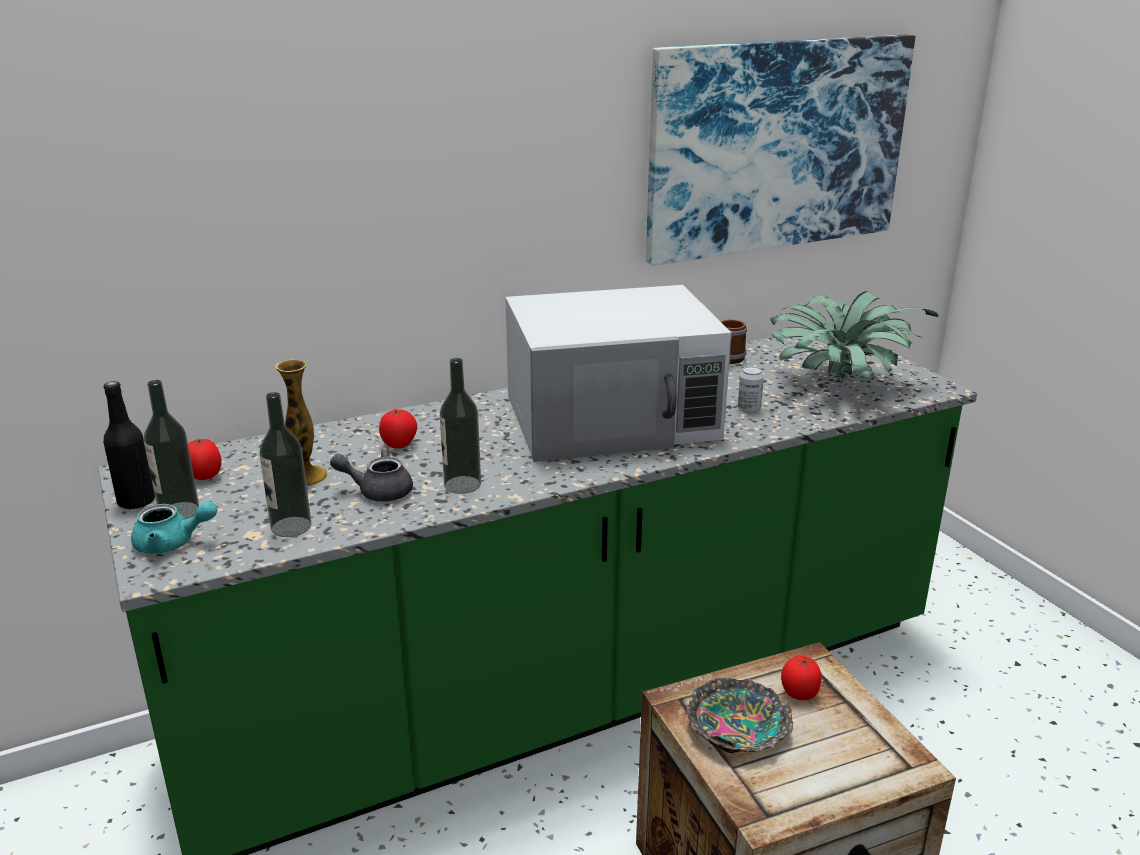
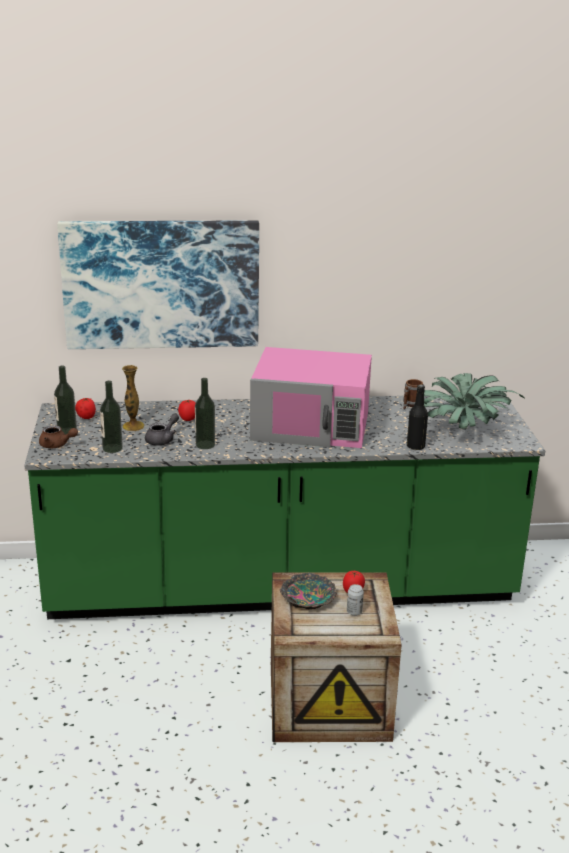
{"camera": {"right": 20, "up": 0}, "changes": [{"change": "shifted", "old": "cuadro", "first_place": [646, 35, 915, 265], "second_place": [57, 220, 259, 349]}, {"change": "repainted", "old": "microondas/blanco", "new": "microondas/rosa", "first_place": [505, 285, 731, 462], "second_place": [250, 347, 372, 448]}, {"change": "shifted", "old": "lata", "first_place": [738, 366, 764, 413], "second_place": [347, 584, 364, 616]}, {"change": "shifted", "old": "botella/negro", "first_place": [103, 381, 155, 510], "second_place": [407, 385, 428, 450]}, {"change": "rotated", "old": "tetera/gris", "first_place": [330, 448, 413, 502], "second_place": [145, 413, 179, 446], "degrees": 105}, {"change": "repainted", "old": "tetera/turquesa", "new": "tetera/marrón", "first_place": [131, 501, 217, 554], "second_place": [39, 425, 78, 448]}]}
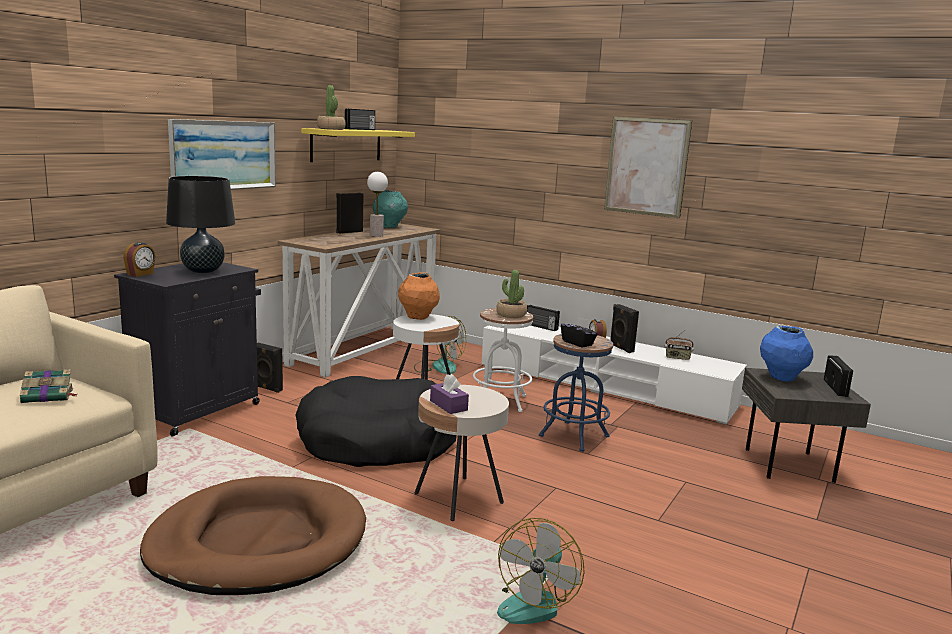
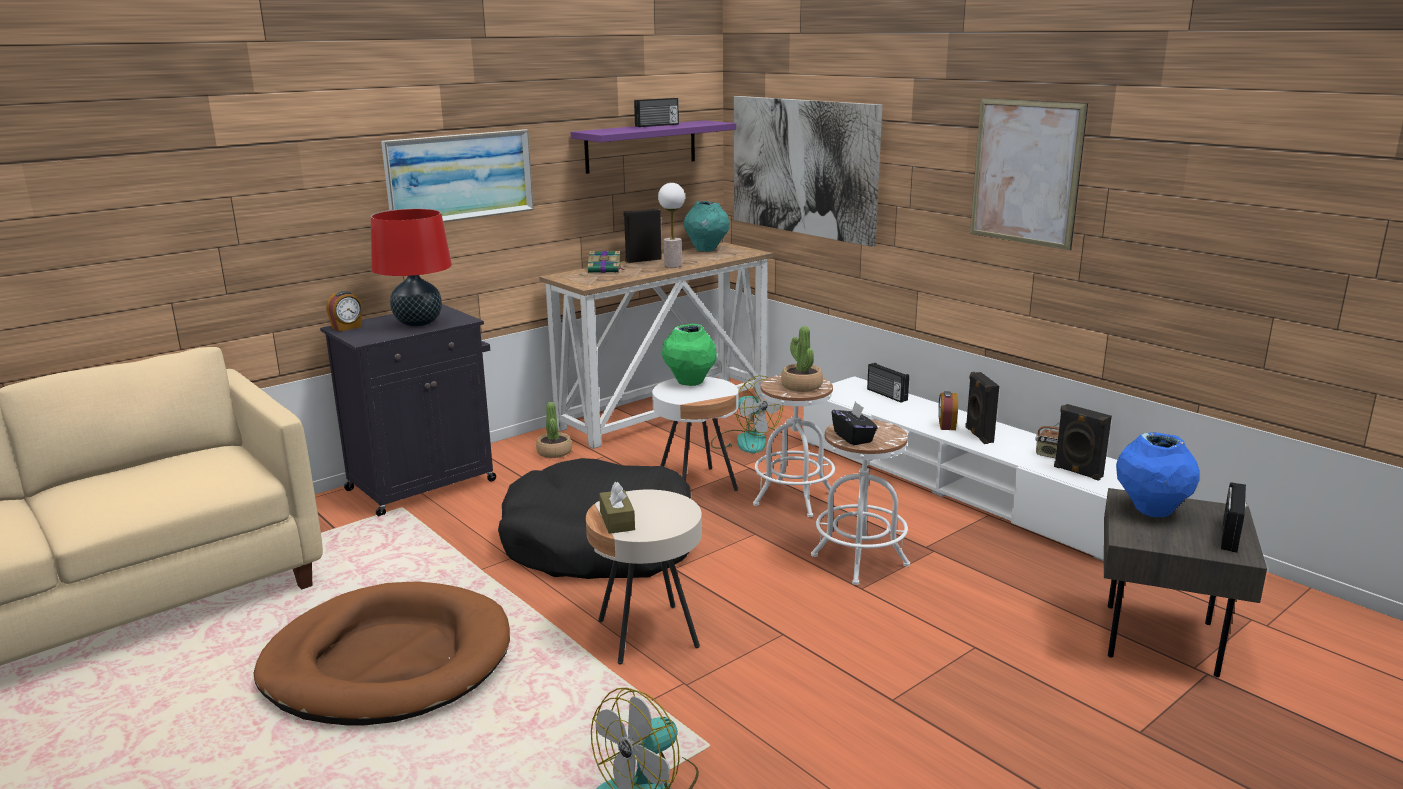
{"camera": {"right": 20, "up": 5}, "changes": [{"change": "shifted", "old": "planta en maceta", "first_place": [317, 85, 346, 130], "second_place": [536, 402, 572, 458]}, {"change": "repainted", "old": "estante/amarillo", "new": "estante/morado", "first_place": [301, 128, 415, 162], "second_place": [571, 120, 736, 174]}, {"change": "repainted", "old": "lámpara de mesa/negro", "new": "lámpara de mesa/rojo", "first_place": [166, 176, 235, 273], "second_place": [371, 209, 452, 327]}, {"change": "repainted", "old": "florero/naranja", "new": "florero/verde", "first_place": [398, 272, 440, 320], "second_place": [662, 324, 717, 386]}, {"change": "repainted", "old": "taburete/azul", "new": "taburete/blanco", "first_place": [539, 334, 613, 452], "second_place": [811, 420, 910, 585]}, {"change": "shifted", "old": "altavoz/negro", "first_place": [257, 343, 283, 393], "second_place": [1054, 404, 1112, 481]}, {"change": "shifted", "old": "libro", "first_place": [20, 369, 77, 403], "second_place": [588, 251, 624, 273]}, {"change": "repainted", "old": "caja de pañuelos/morado", "new": "caja de pañuelos/marrón", "first_place": [430, 374, 469, 414], "second_place": [599, 482, 635, 534]}, {"change": "new", "new": "cuadro", "second_place": [734, 96, 882, 247]}]}
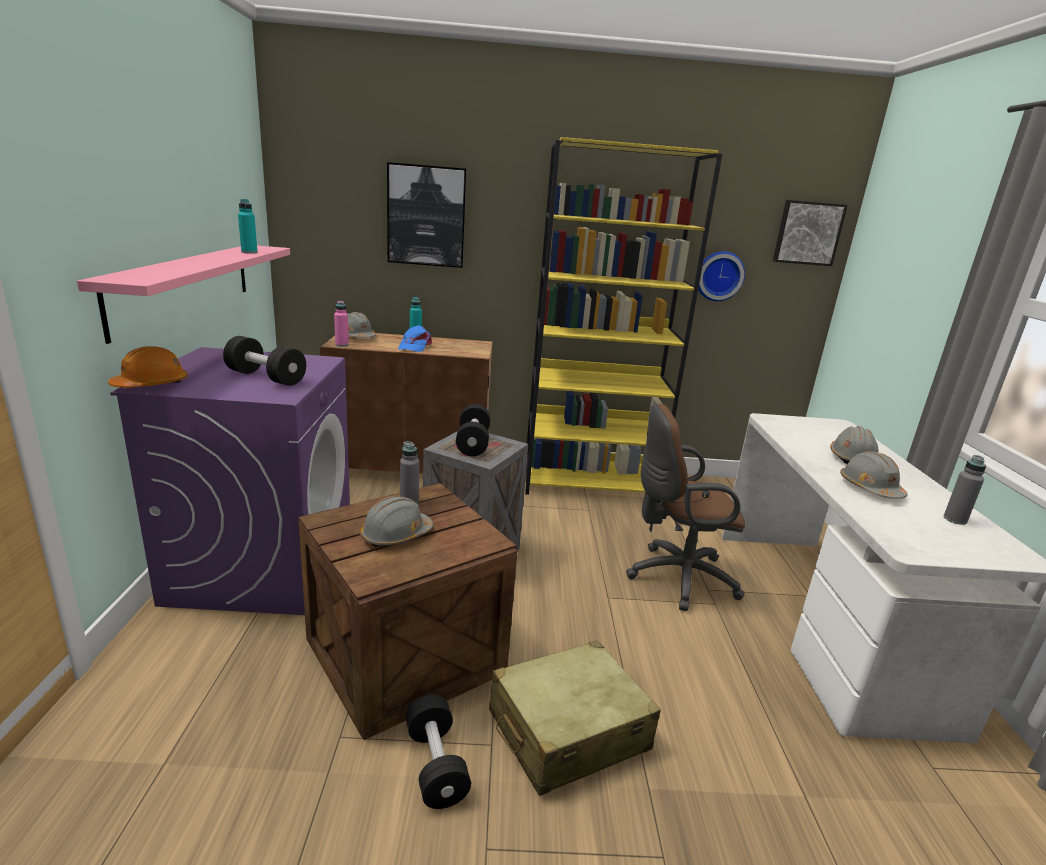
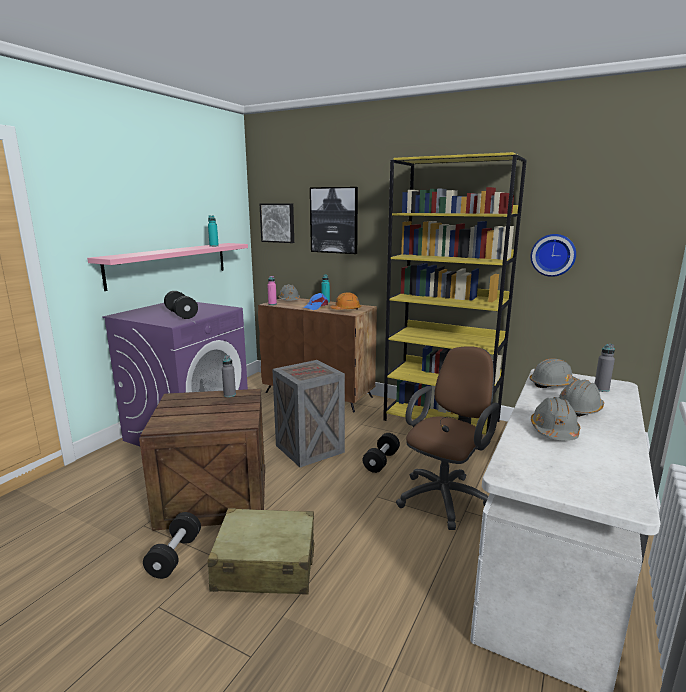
{"camera": {"right": 30, "up": -5}, "changes": [{"change": "shifted", "old": "cuadro", "first_place": [773, 200, 848, 266], "second_place": [260, 204, 294, 243]}, {"change": "shifted", "old": "casco/naranja", "first_place": [108, 346, 188, 388], "second_place": [330, 292, 361, 310]}, {"change": "shifted", "old": "mancuerna/negro", "first_place": [456, 404, 490, 456], "second_place": [363, 433, 400, 473]}, {"change": "rotated", "old": "silla de oficina/marrón", "first_place": [626, 404, 745, 611], "second_place": [396, 346, 500, 530], "degrees": 105}, {"change": "shifted", "old": "botella/gris", "first_place": [943, 455, 986, 525], "second_place": [595, 344, 615, 392]}, {"change": "shifted", "old": "casco/gris", "first_place": [360, 496, 433, 547], "second_place": [529, 358, 577, 388]}]}
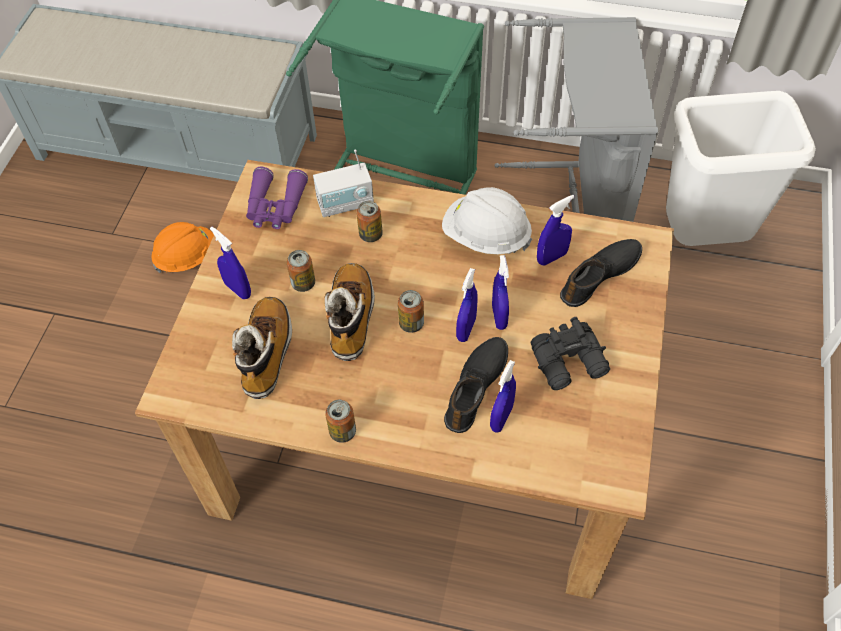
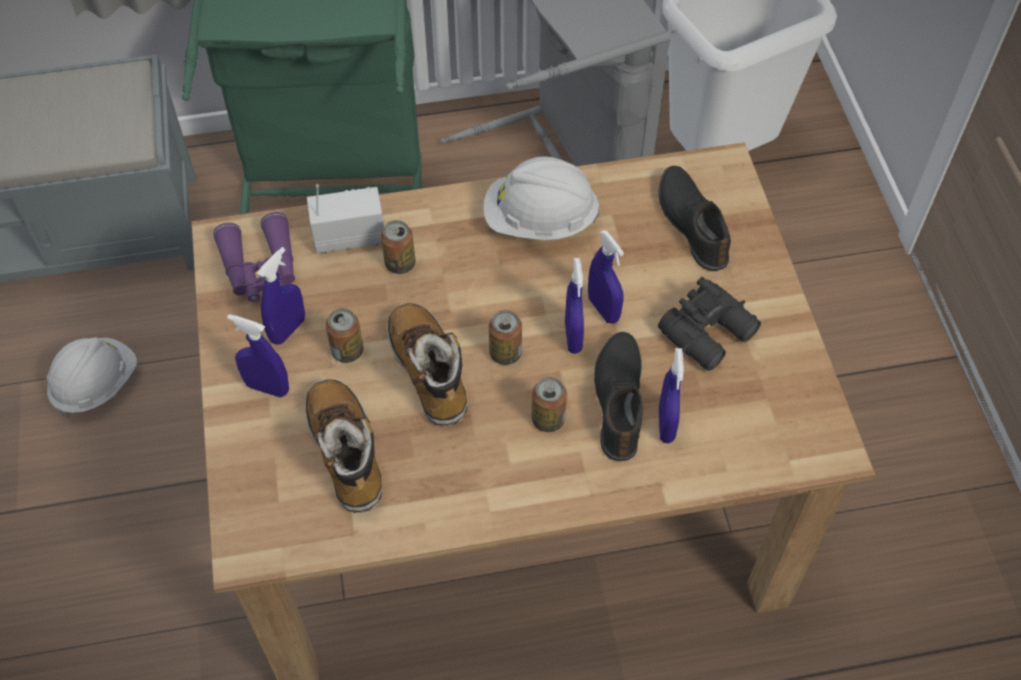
{"camera": {"right": -25, "up": 0}, "changes": [{"change": "rotated", "old": "radio", "first_place": [313, 150, 374, 217], "second_place": [307, 184, 384, 253], "degrees": -150}, {"change": "shifted", "old": "pulverizador/azul", "first_place": [537, 195, 575, 266], "second_place": [257, 247, 305, 345]}, {"change": "repainted", "old": "casco/naranja", "new": "casco/blanco", "first_place": [151, 222, 214, 273], "second_place": [47, 337, 137, 418]}, {"change": "rotated", "old": "zapato/negro", "first_place": [560, 239, 642, 307], "second_place": [659, 166, 731, 271], "degrees": -45}, {"change": "shifted", "old": "lata", "first_place": [325, 399, 356, 443], "second_place": [532, 377, 567, 432]}]}
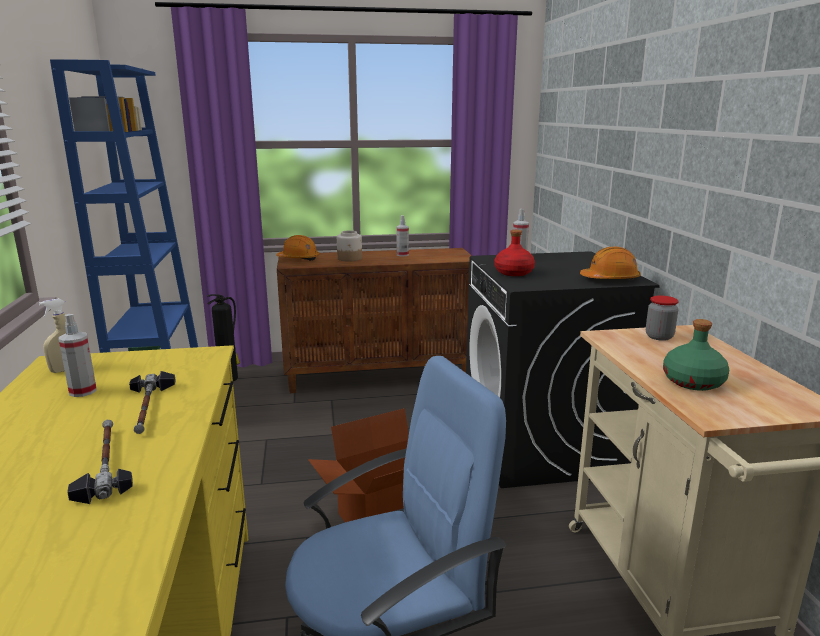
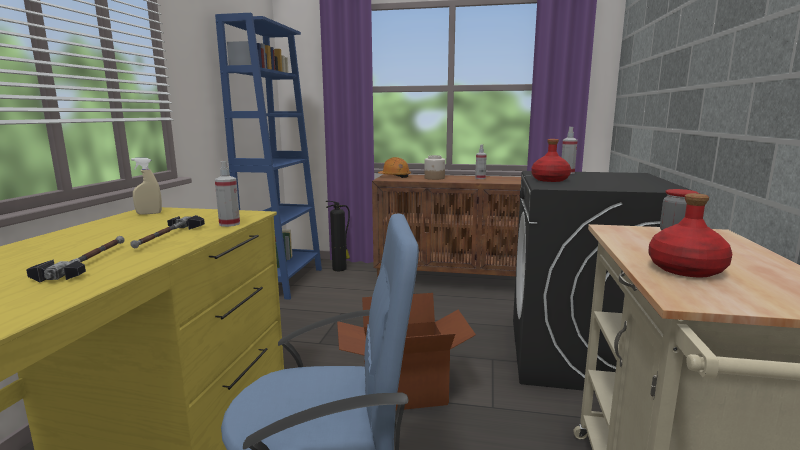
{"camera": {"right": 20, "up": -5}, "changes": [{"change": "gone", "old": "casco/naranja", "first_place": [580, 247, 641, 280]}, {"change": "shifted", "old": "pulverizador", "first_place": [59, 314, 97, 397], "second_place": [215, 161, 240, 227]}, {"change": "repainted", "old": "botella/verde", "new": "botella/rojo", "first_place": [663, 319, 729, 391], "second_place": [648, 193, 732, 277]}]}
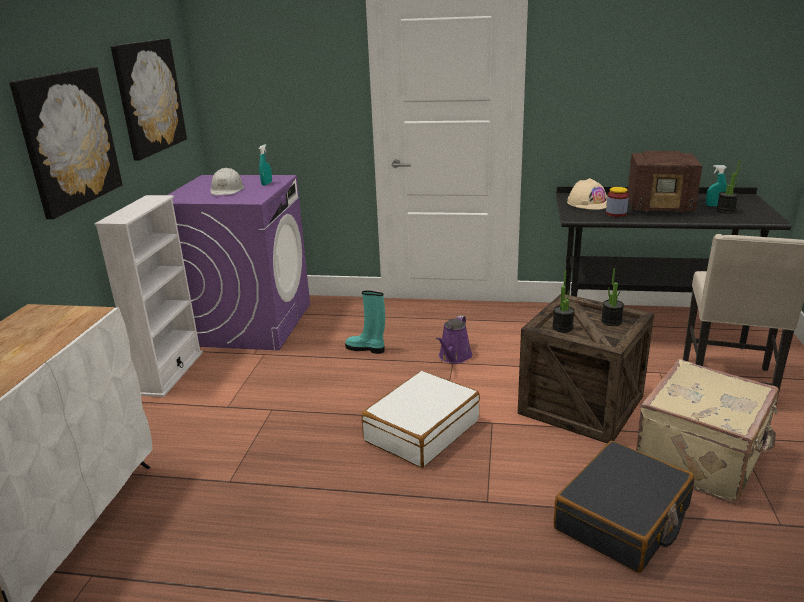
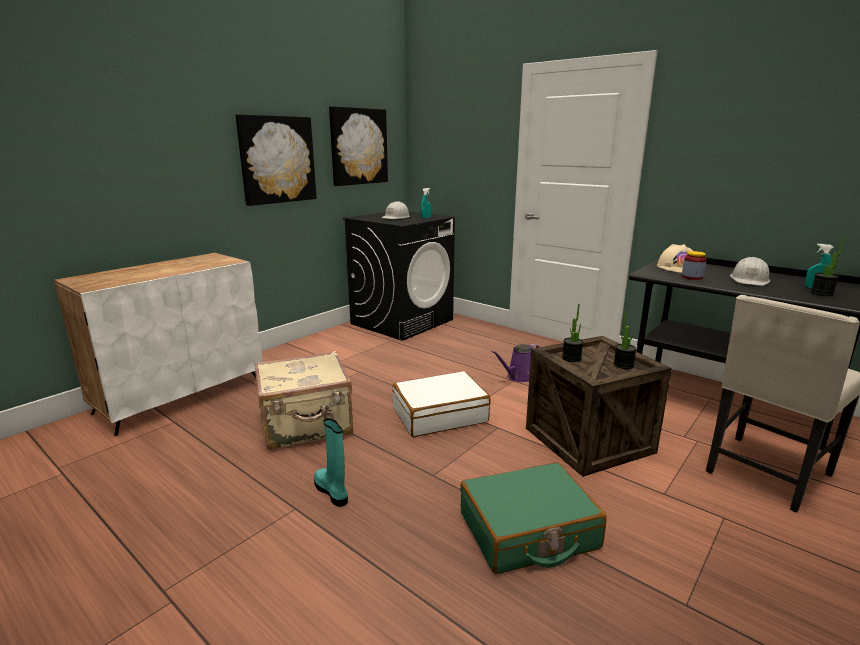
{"camera": {"right": 30, "up": -5}, "changes": [{"change": "swapped", "old": "radio", "new": "casco/blanco", "first_place": [627, 151, 702, 214], "second_place": [730, 257, 770, 286]}, {"change": "repainted", "old": "lavadora/morado", "new": "lavadora/negro", "first_place": [168, 175, 310, 350], "second_place": [343, 211, 455, 341]}, {"change": "gone", "old": "estantería/blanco", "first_place": [95, 195, 203, 397]}, {"change": "shifted", "old": "bota/turquesa", "first_place": [345, 291, 385, 354], "second_place": [314, 418, 348, 507]}, {"change": "shifted", "old": "maleta/beis", "first_place": [636, 359, 779, 502], "second_place": [255, 351, 353, 450]}, {"change": "repainted", "old": "maleta/negro", "new": "maleta/verde", "first_place": [554, 441, 694, 573], "second_place": [460, 462, 606, 574]}]}
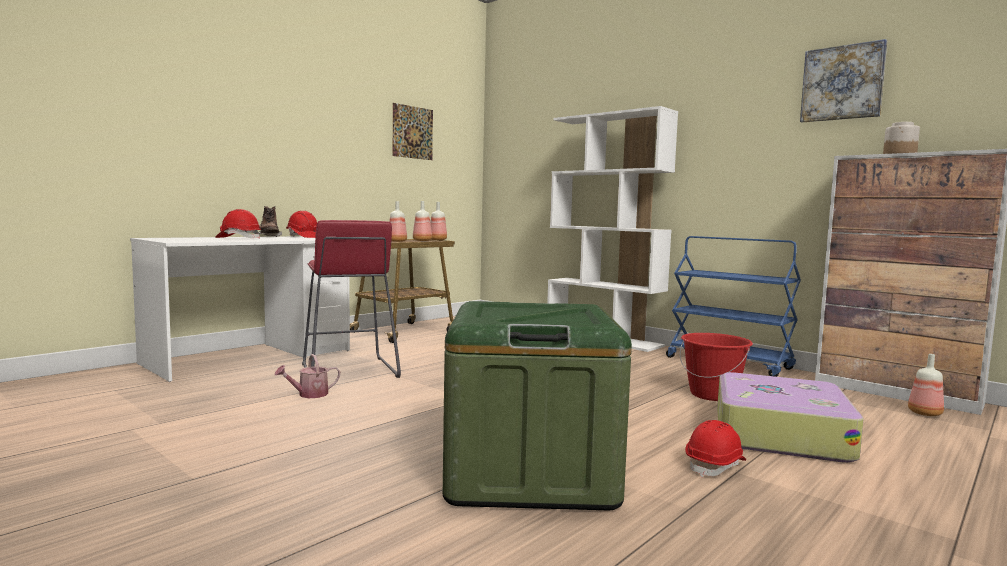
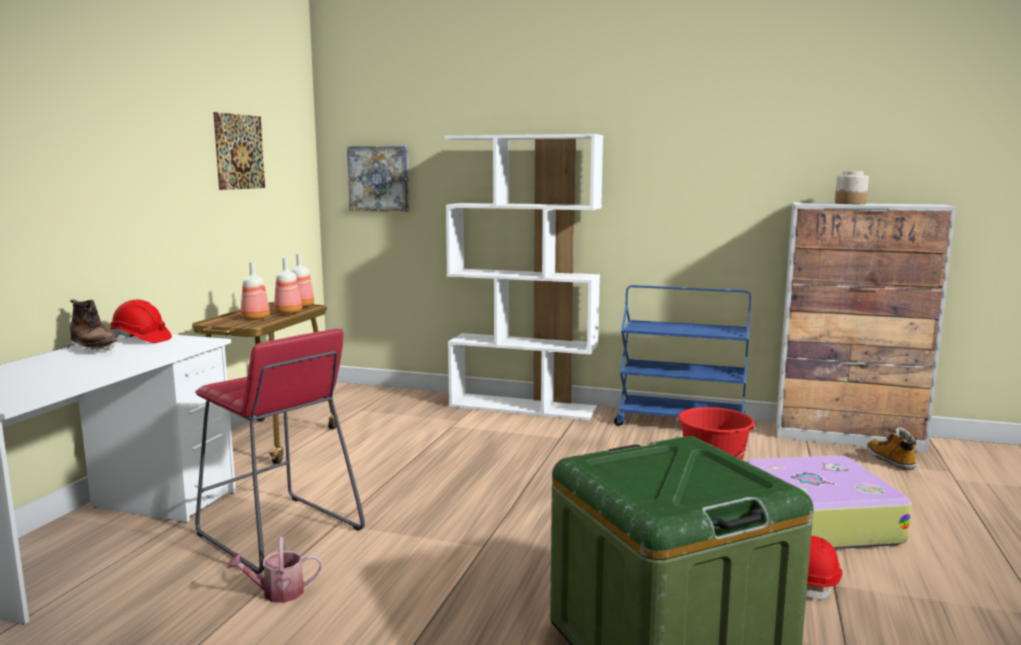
{"camera": {"right": -25, "up": 5}, "changes": [{"change": "shifted", "old": "cuadro", "first_place": [800, 39, 887, 122], "second_place": [347, 146, 410, 212]}, {"change": "gone", "old": "casco/rojo", "first_place": [215, 209, 261, 239]}, {"change": "rotated", "old": "regadera", "first_place": [275, 354, 340, 398], "second_place": [226, 537, 322, 603], "degrees": 45}, {"change": "swapped", "old": "botella", "new": "bota", "first_place": [908, 354, 944, 416], "second_place": [867, 427, 916, 470]}]}
